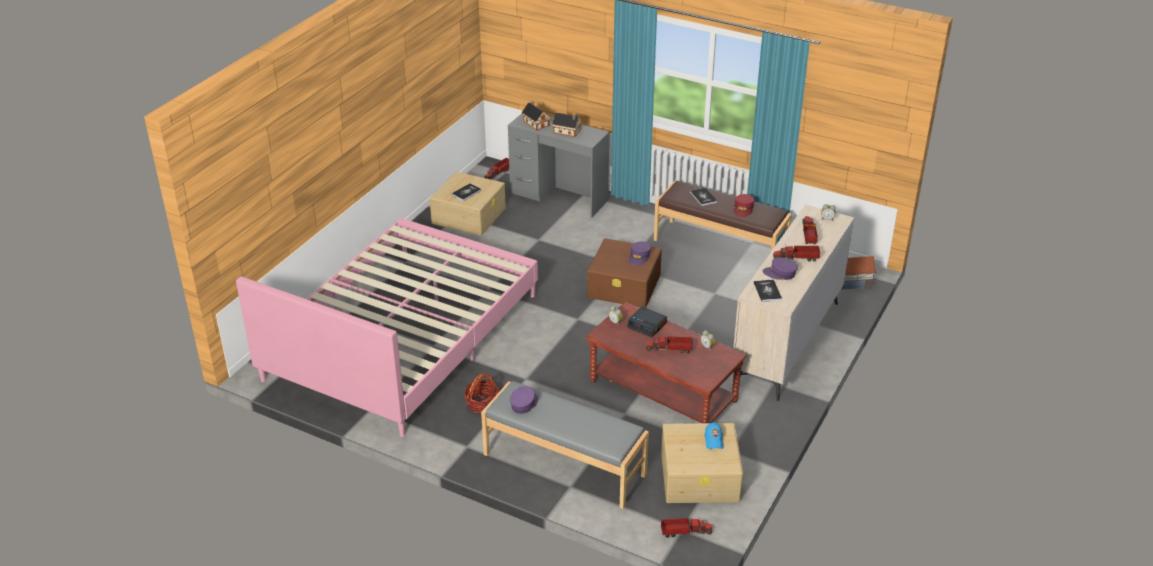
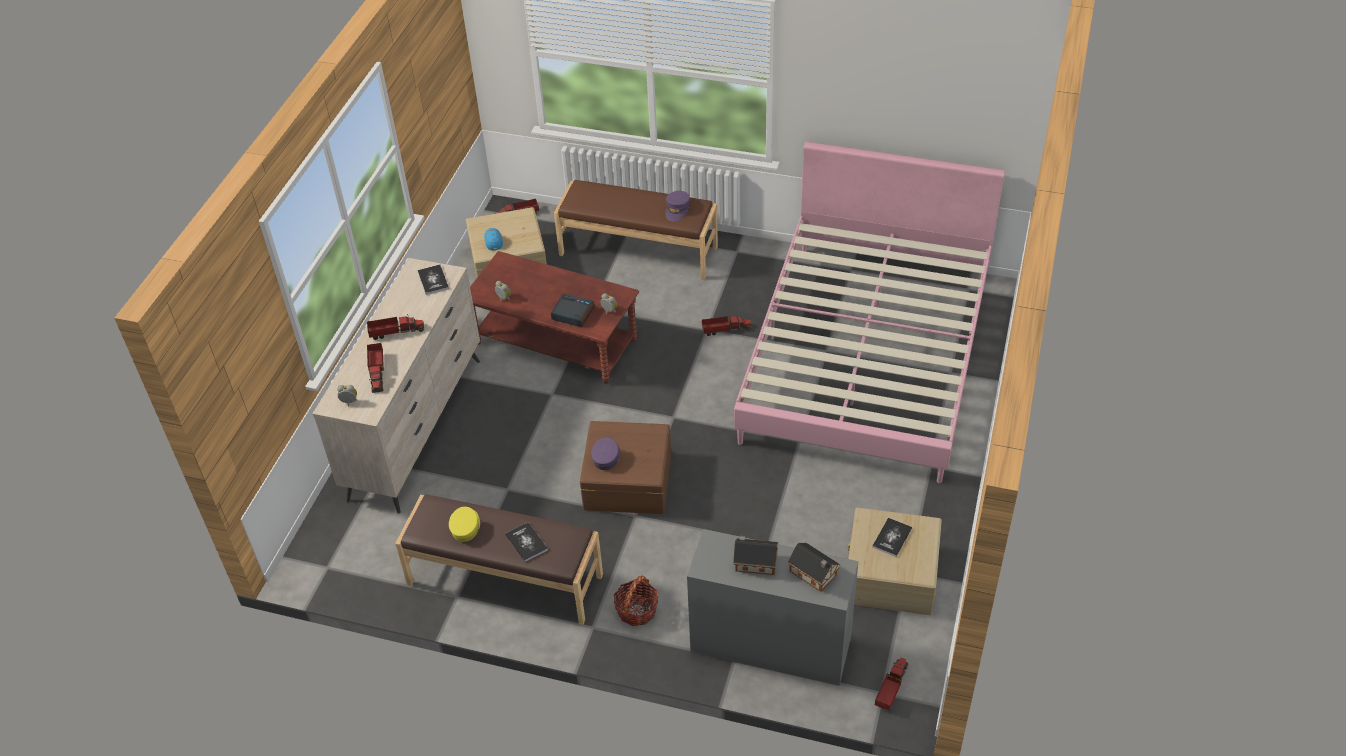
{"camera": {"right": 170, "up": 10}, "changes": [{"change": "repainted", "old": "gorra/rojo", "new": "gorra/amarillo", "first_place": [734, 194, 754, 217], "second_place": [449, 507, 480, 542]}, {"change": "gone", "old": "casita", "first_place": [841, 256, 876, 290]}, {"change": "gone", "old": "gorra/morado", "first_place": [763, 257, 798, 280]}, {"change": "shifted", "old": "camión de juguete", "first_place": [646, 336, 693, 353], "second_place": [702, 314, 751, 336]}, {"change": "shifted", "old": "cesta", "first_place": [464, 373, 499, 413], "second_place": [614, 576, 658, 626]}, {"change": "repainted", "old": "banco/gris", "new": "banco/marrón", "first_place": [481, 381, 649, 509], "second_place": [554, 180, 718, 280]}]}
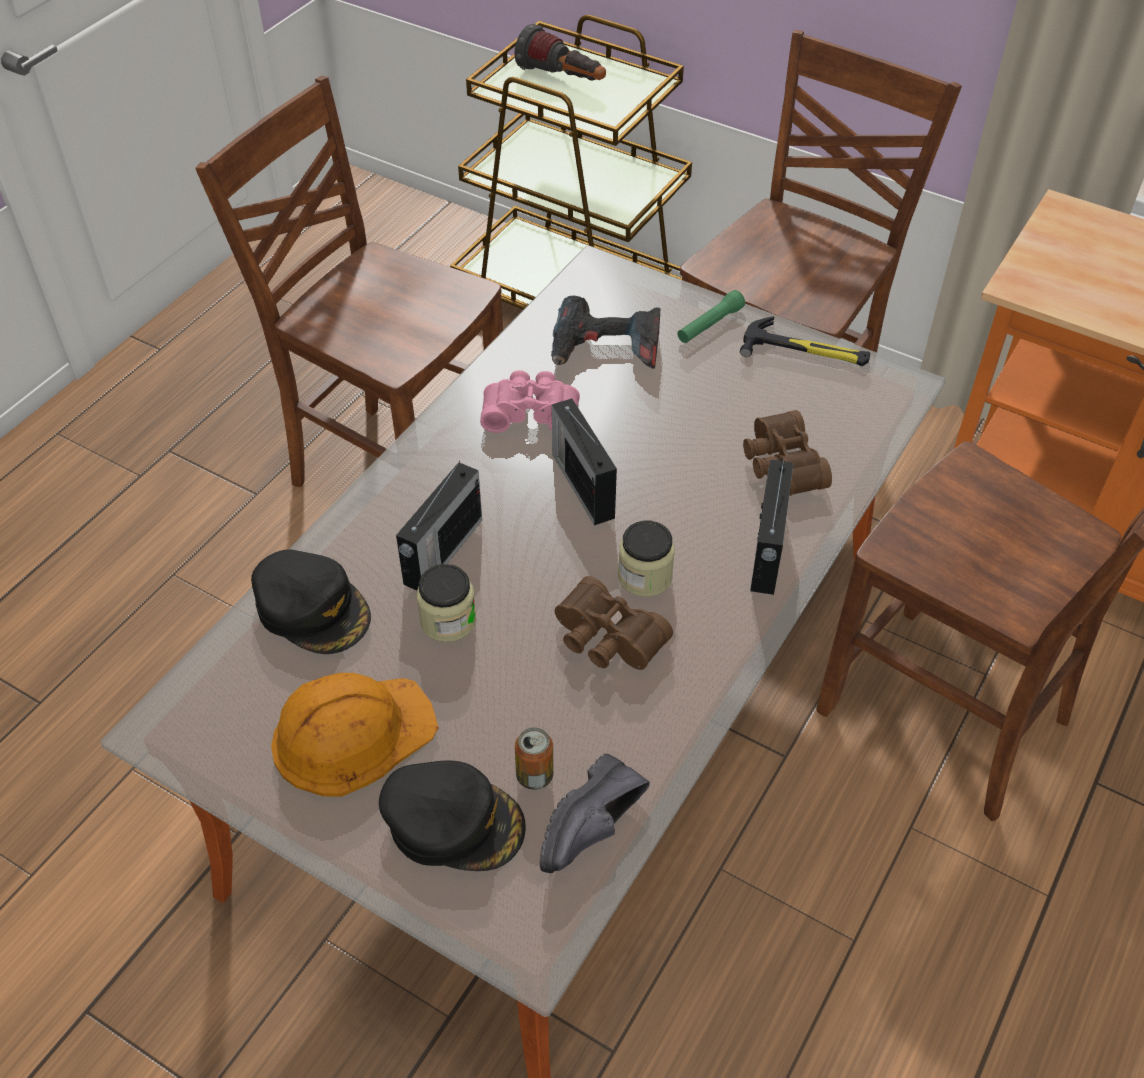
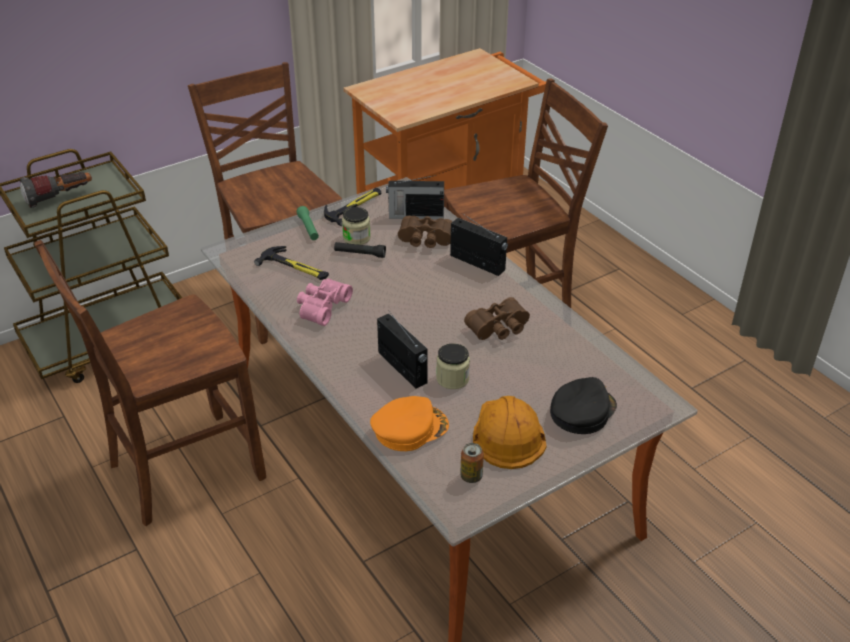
{"camera": {"right": -65, "up": -10}, "changes": [{"change": "swapped", "old": "taladro", "new": "martillo", "first_place": [551, 296, 660, 369], "second_place": [254, 246, 329, 280]}, {"change": "shifted", "old": "radio", "first_place": [552, 398, 617, 525], "second_place": [386, 175, 444, 219]}, {"change": "shifted", "old": "tarro", "first_place": [618, 520, 675, 597], "second_place": [342, 207, 371, 245]}, {"change": "repainted", "old": "gorra/negro", "new": "gorra/naranja", "first_place": [251, 550, 371, 654], "second_place": [370, 396, 449, 451]}, {"change": "shifted", "old": "lata", "first_place": [515, 727, 553, 790], "second_place": [460, 443, 484, 483]}, {"change": "gone", "old": "zapato/negro", "first_place": [540, 754, 650, 873]}, {"change": "new", "new": "linterna/negro", "second_place": [334, 242, 386, 258]}]}
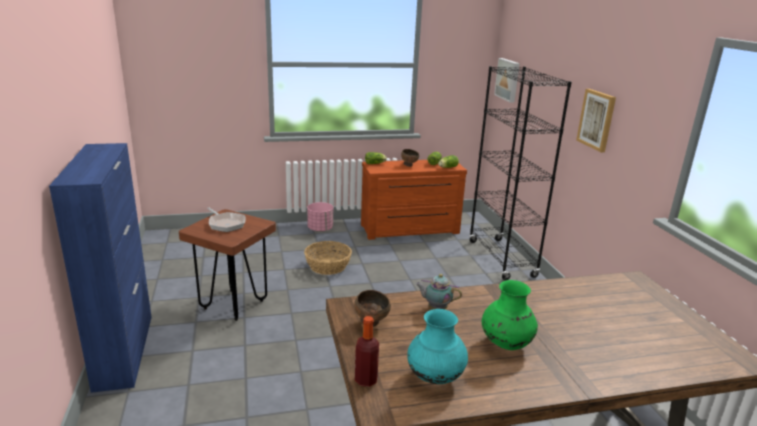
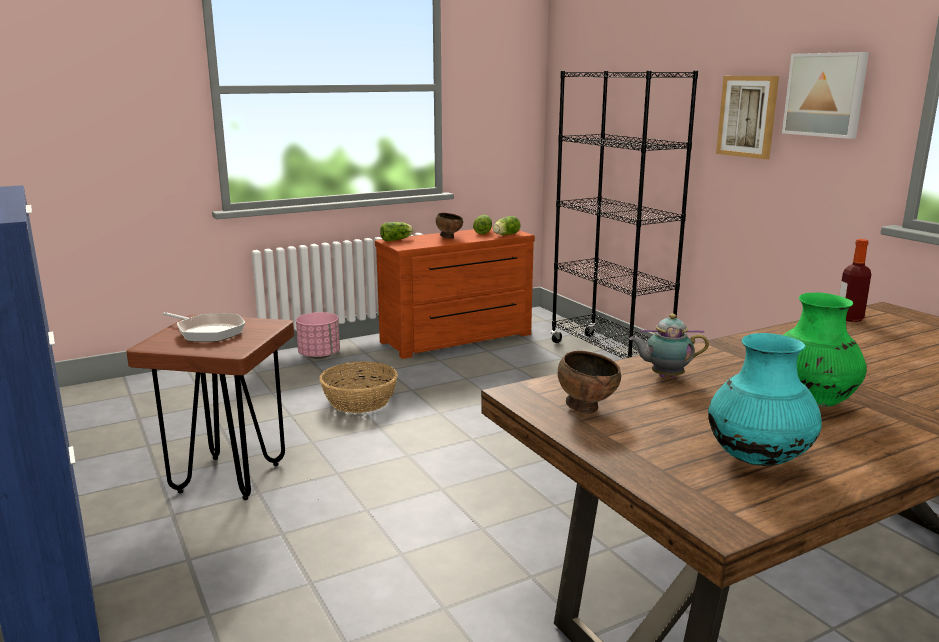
{"camera": {"right": -15, "up": -5}, "changes": [{"change": "shifted", "old": "cuadro", "first_place": [494, 58, 520, 102], "second_place": [782, 52, 869, 139]}, {"change": "shifted", "old": "botella", "first_place": [355, 316, 379, 387], "second_place": [839, 239, 871, 322]}]}
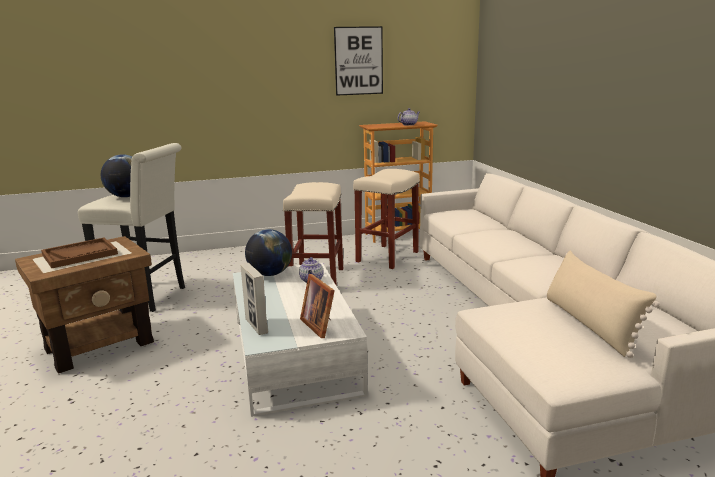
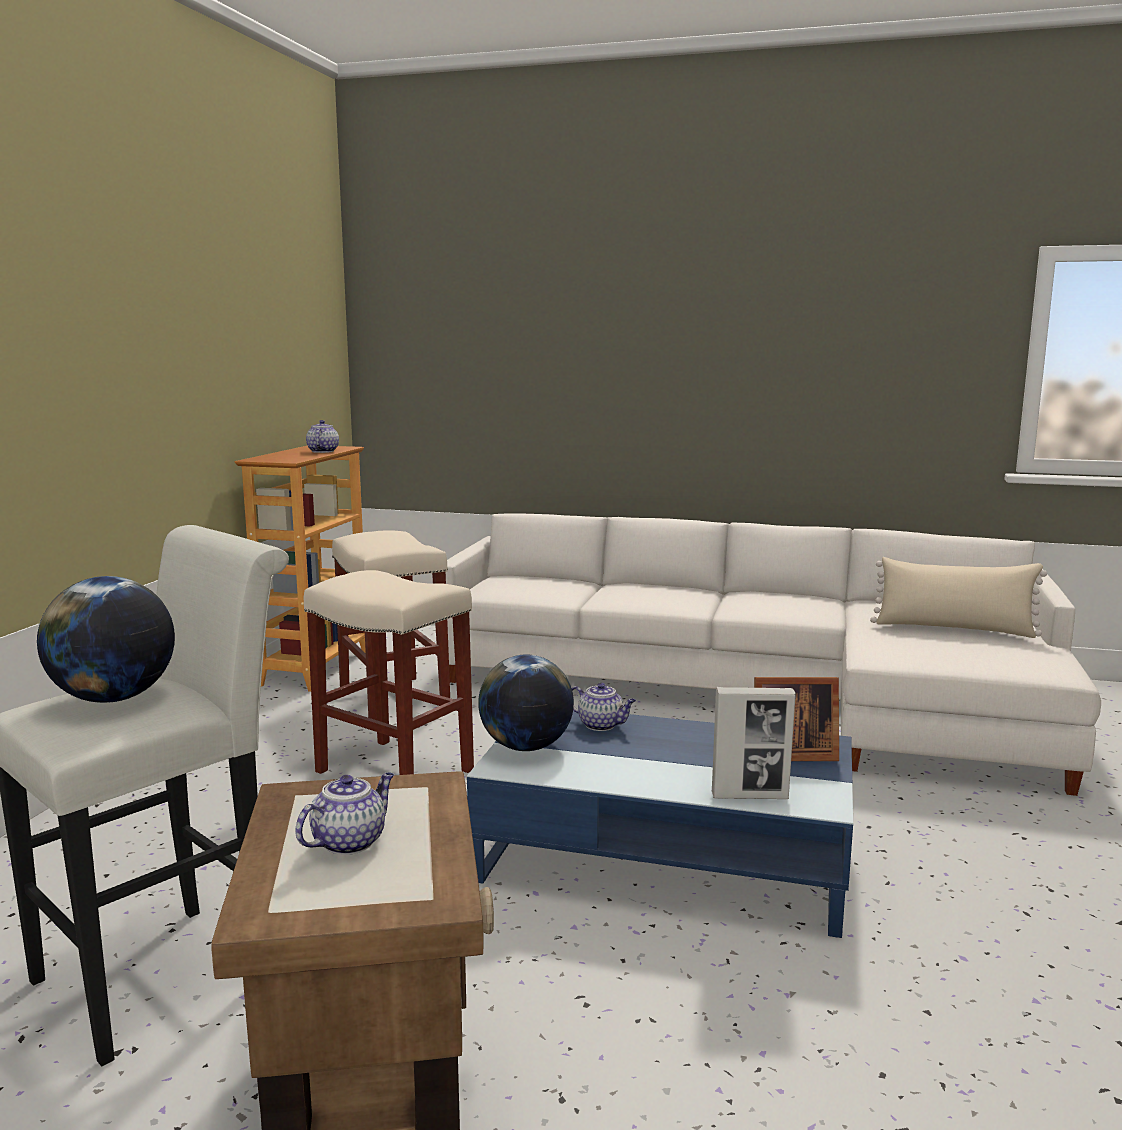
{"camera": {"right": -60, "up": -5}, "changes": [{"change": "gone", "old": "cuadro", "first_place": [334, 26, 383, 96]}, {"change": "swapped", "old": "bandeja/marrón", "new": "tetera", "first_place": [41, 238, 118, 268], "second_place": [295, 772, 394, 855]}, {"change": "repainted", "old": "mesa de centro/blanco", "new": "mesa de centro/azul", "first_place": [233, 263, 368, 417], "second_place": [467, 711, 853, 938]}]}
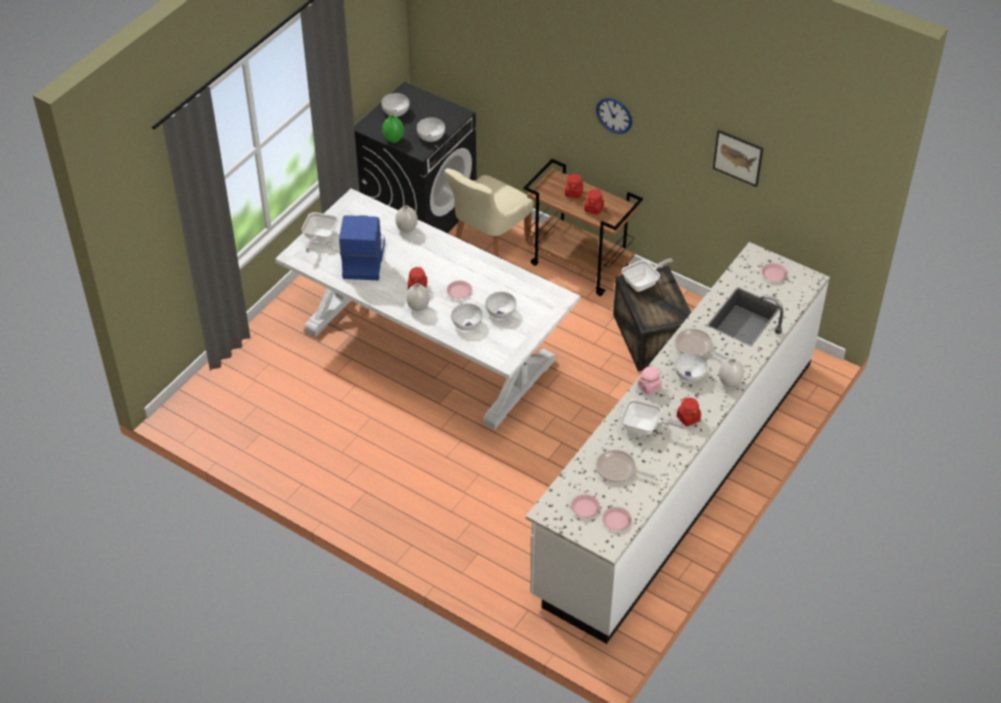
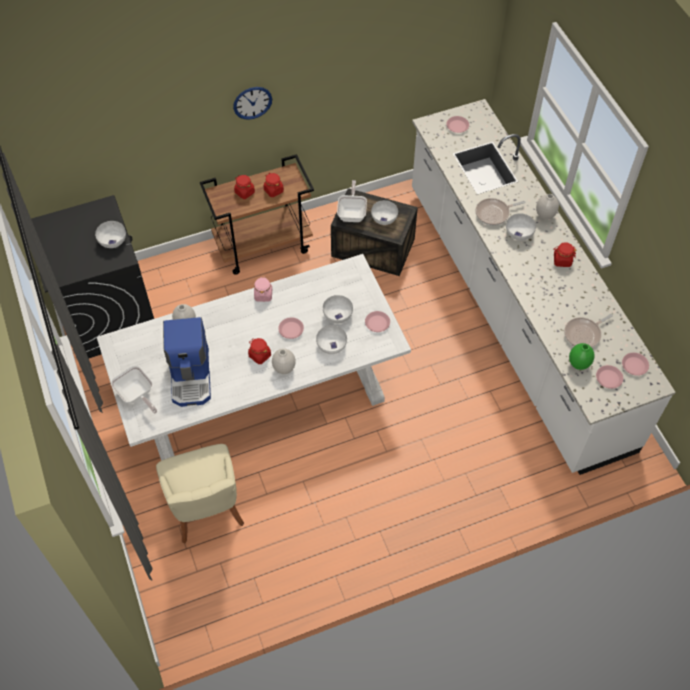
{"camera": {"right": -55, "up": 10}, "changes": [{"change": "shifted", "old": "cuenco/blanco", "first_place": [381, 93, 409, 117], "second_place": [371, 200, 398, 225]}, {"change": "shifted", "old": "florero/verde", "first_place": [382, 115, 404, 143], "second_place": [569, 343, 595, 370]}, {"change": "gone", "old": "cuadro", "first_place": [713, 130, 763, 187]}, {"change": "shifted", "old": "silla/beis", "first_place": [444, 168, 533, 257], "second_place": [156, 444, 244, 544]}, {"change": "rotated", "old": "cafetera", "first_place": [339, 215, 385, 280], "second_place": [163, 317, 211, 407], "degrees": -135}, {"change": "shifted", "old": "tarro/rosa", "first_place": [638, 367, 662, 395], "second_place": [254, 277, 272, 302]}, {"change": "gone", "old": "sartén", "first_place": [621, 399, 685, 435]}, {"change": "new", "new": "plato/rosa", "second_place": [365, 311, 390, 332]}]}
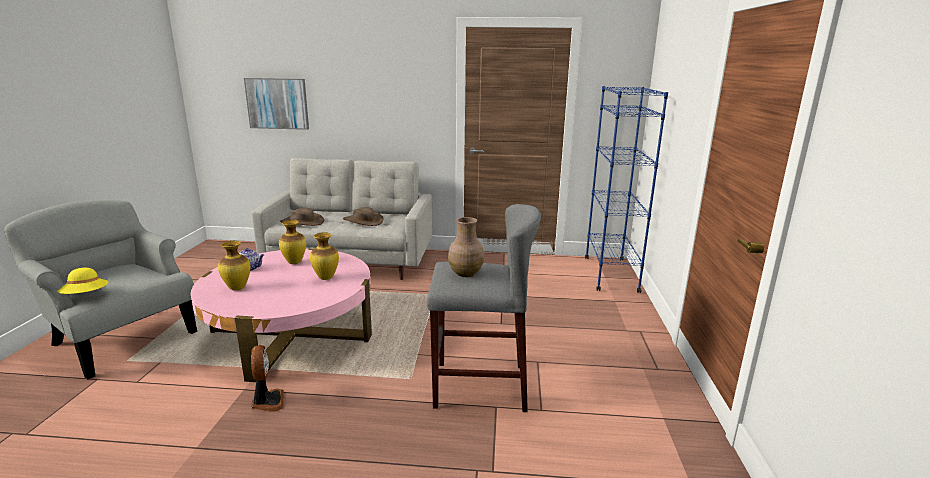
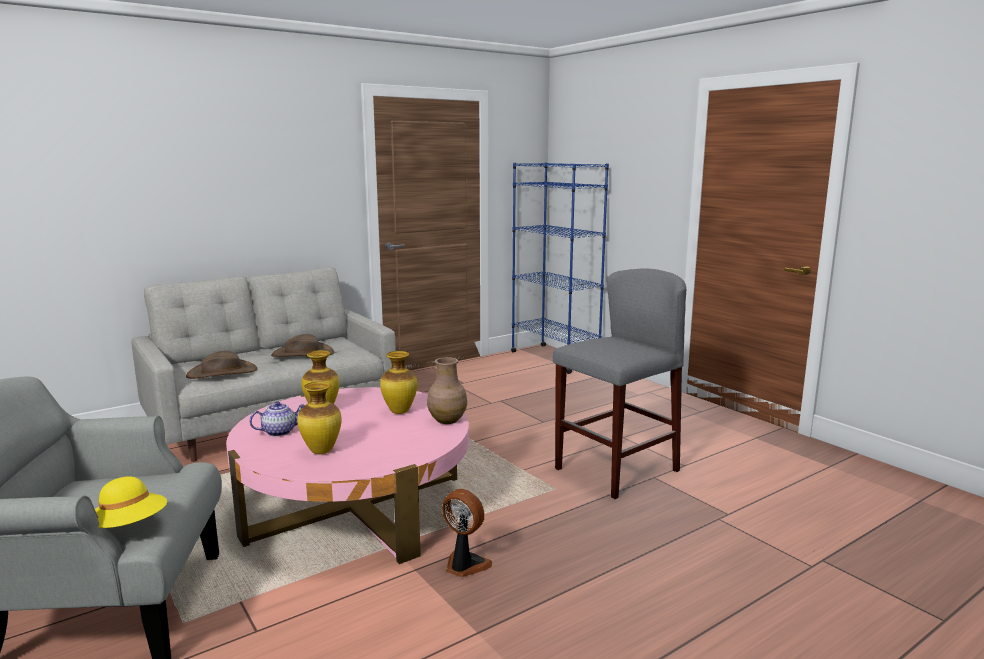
{"camera": {"right": -40, "up": -5}, "changes": [{"change": "gone", "old": "cuadro", "first_place": [244, 78, 309, 130]}, {"change": "shifted", "old": "florero/marrón", "first_place": [448, 217, 484, 277], "second_place": [427, 357, 467, 424]}]}
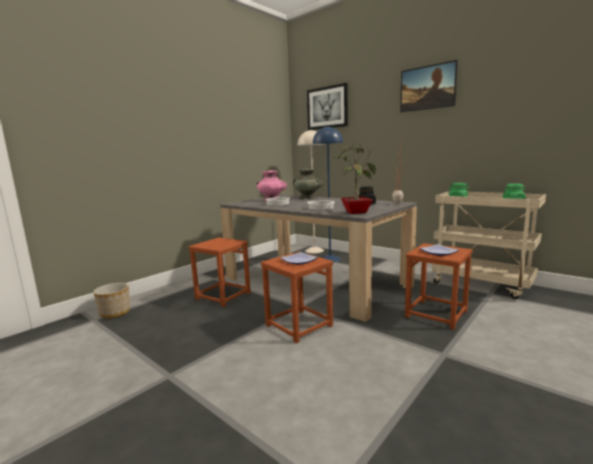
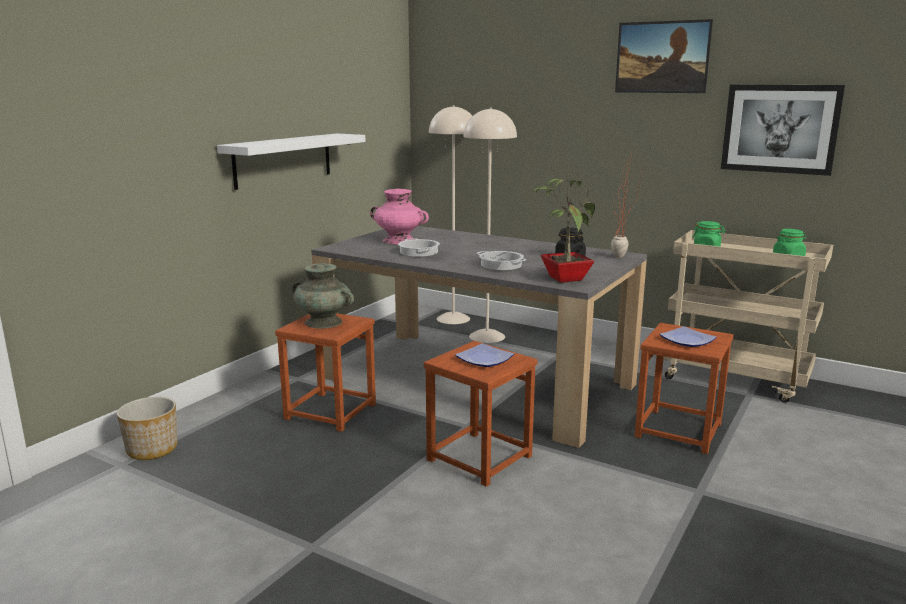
{"camera": {"right": -10, "up": 5}, "changes": [{"change": "shifted", "old": "cuadro", "first_place": [307, 83, 348, 130], "second_place": [721, 85, 845, 176]}, {"change": "repainted", "old": "lámpara de pie/azul", "new": "lámpara de pie/beis", "first_place": [313, 126, 343, 262], "second_place": [464, 107, 517, 343]}, {"change": "shifted", "old": "florero/turquesa", "first_place": [293, 168, 323, 199], "second_place": [292, 263, 354, 329]}, {"change": "new", "new": "estante/blanco", "second_place": [217, 133, 366, 190]}]}
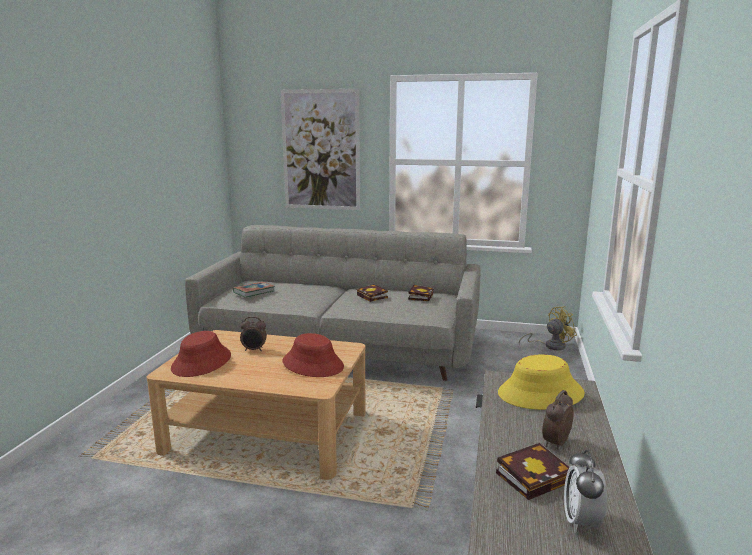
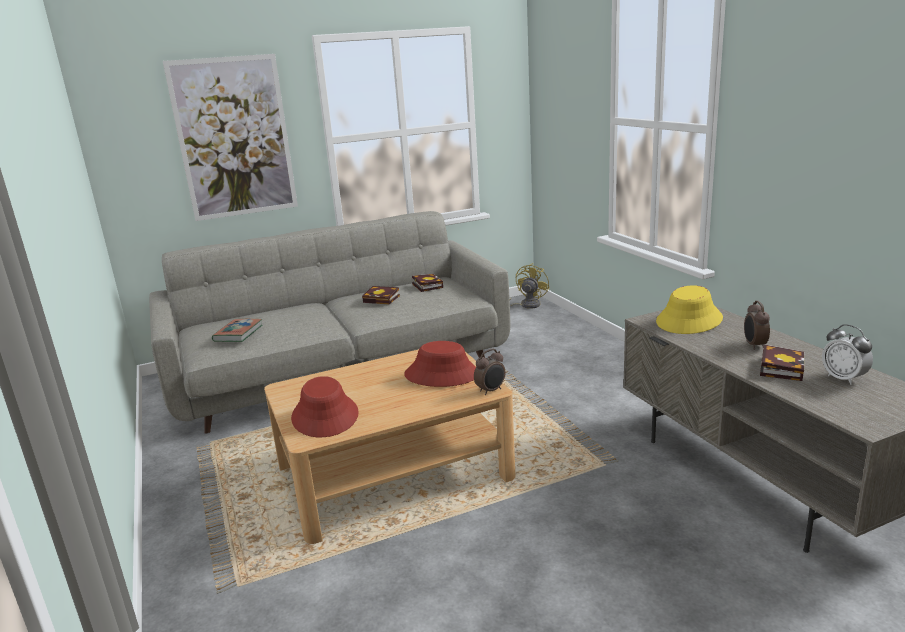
{"camera": {"right": -35, "up": 5}, "changes": [{"change": "shifted", "old": "despertador", "first_place": [240, 316, 267, 351], "second_place": [474, 349, 505, 395]}]}
